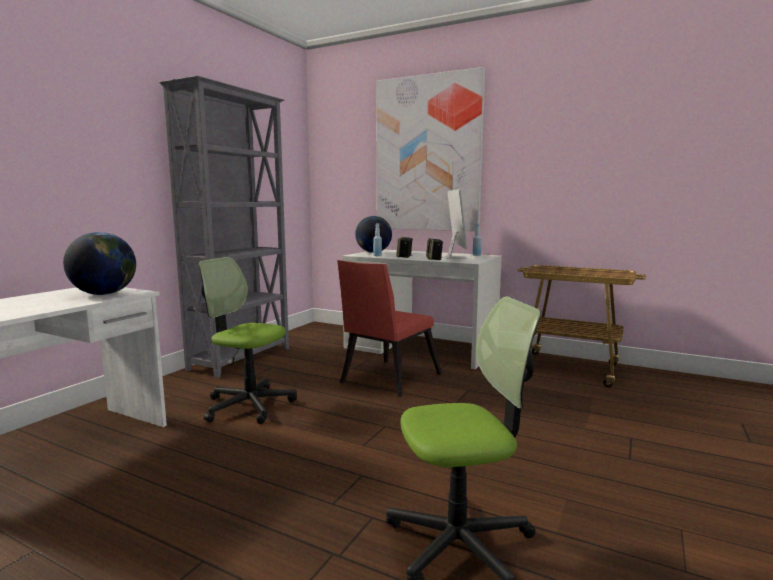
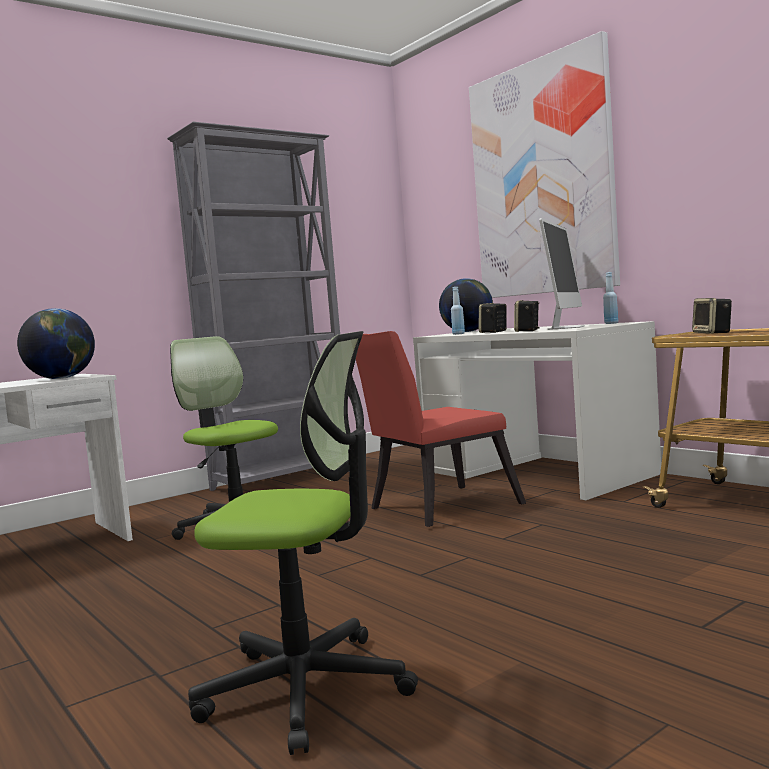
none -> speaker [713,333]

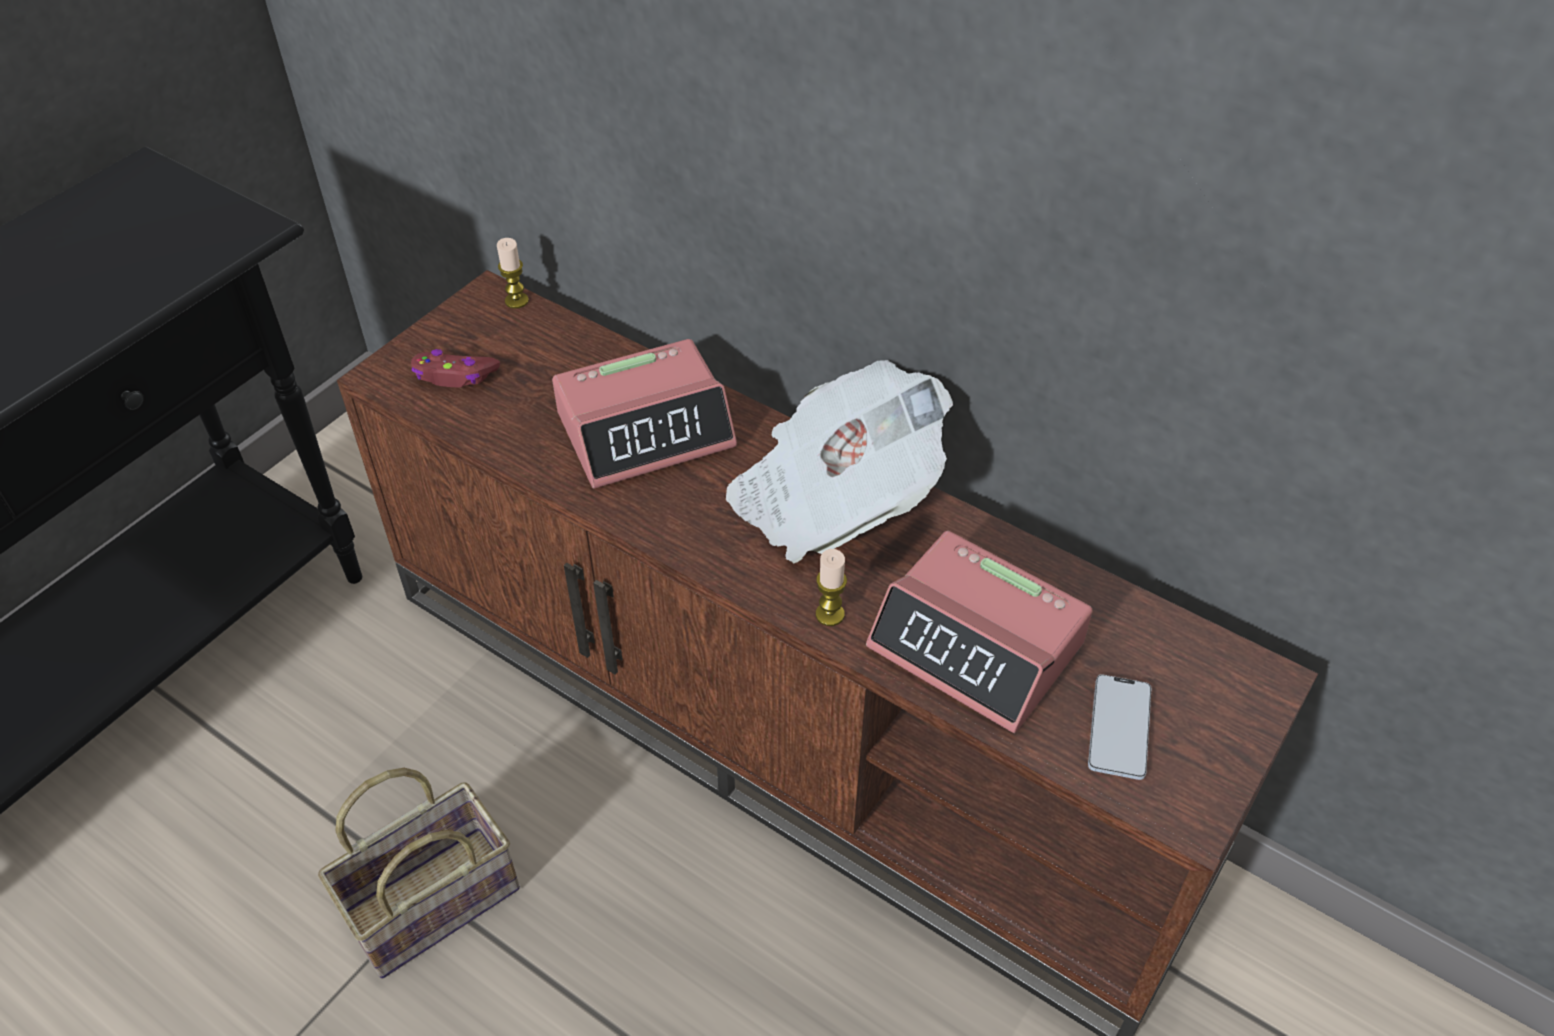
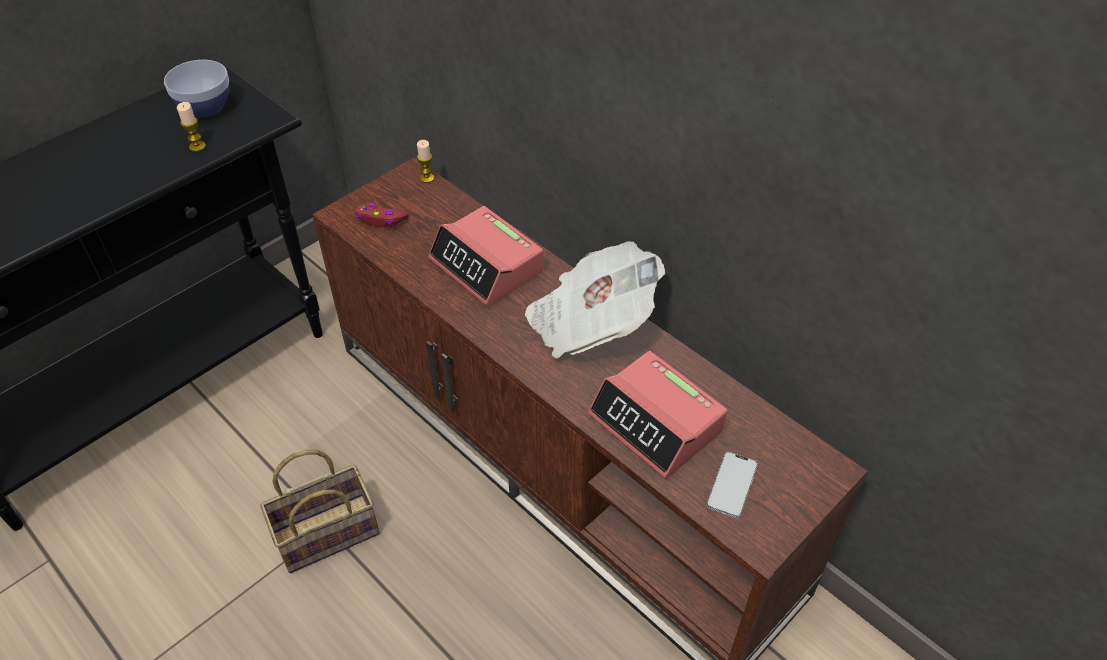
none -> bowl [205,107]
candle [830,614] -> candle [197,146], shifted
alarm clock [646,429] -> alarm clock [487,266], 60 degrees clockwise

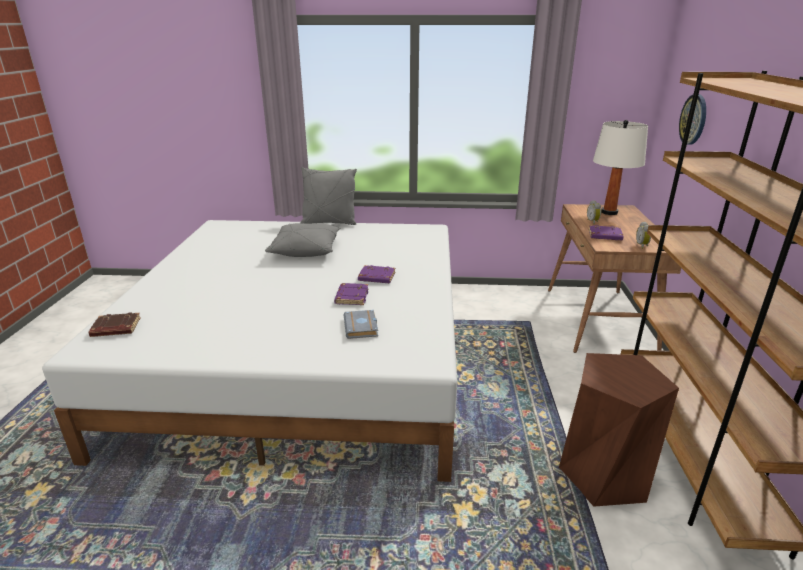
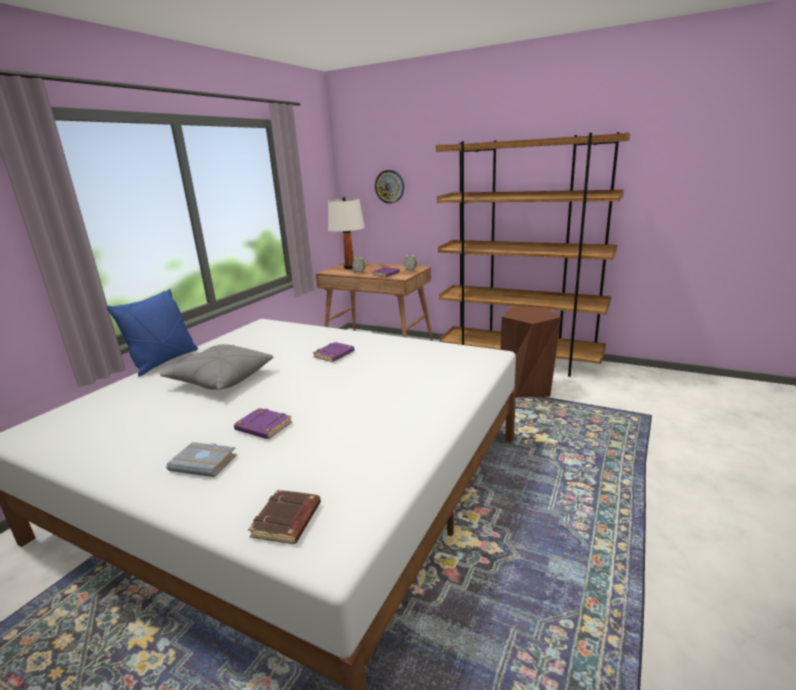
book/purple [351,297] -> book/purple [263,427], shifted
book/grey [362,328] -> book/grey [205,463], shifted
pillow/grey [329,222] -> pillow/blue [164,361]

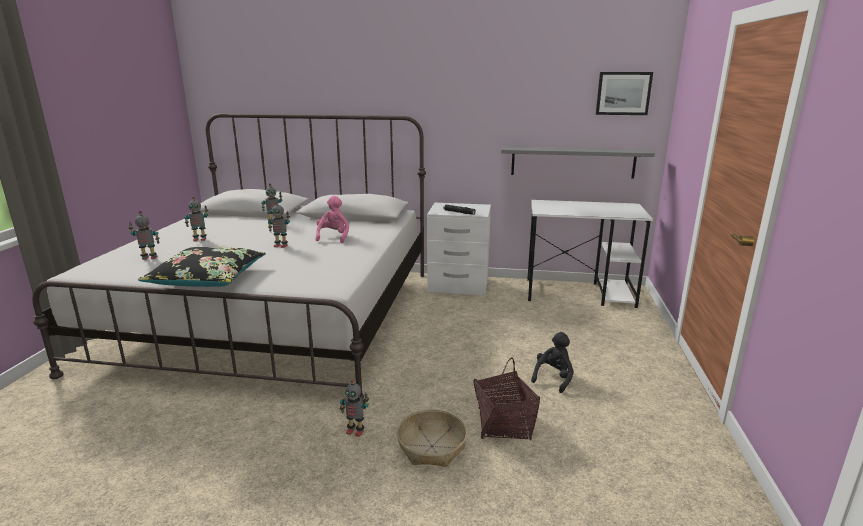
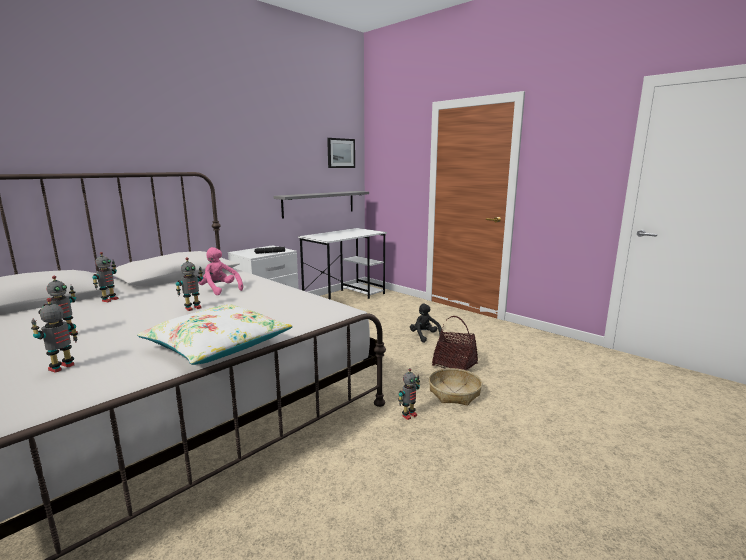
pillow/black [208,278] -> pillow/white [217,346]

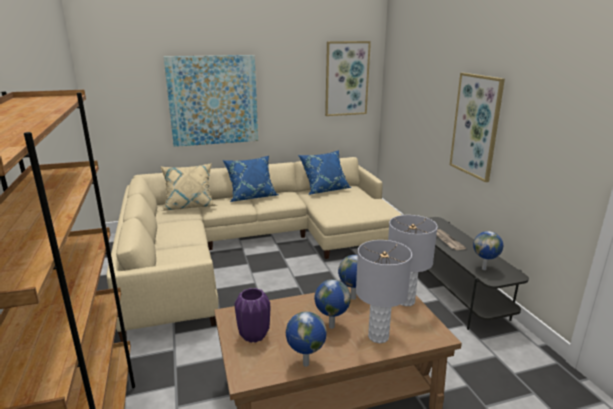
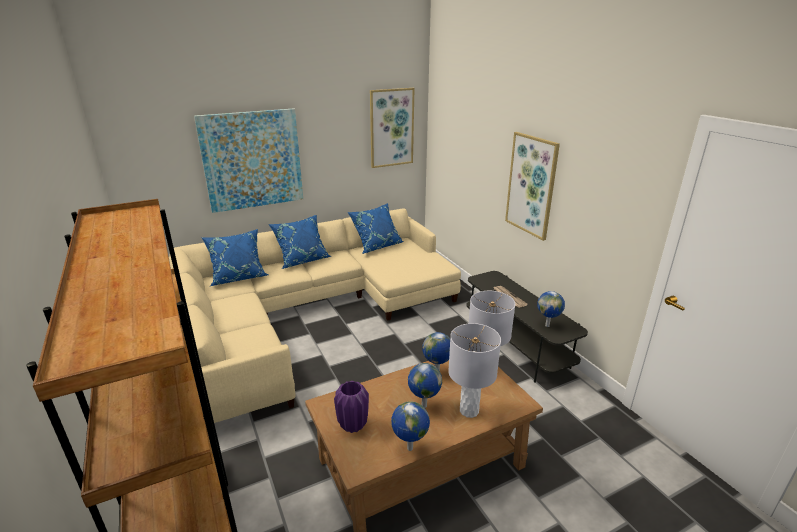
pillow/beige [190,206] -> pillow/blue [238,277]

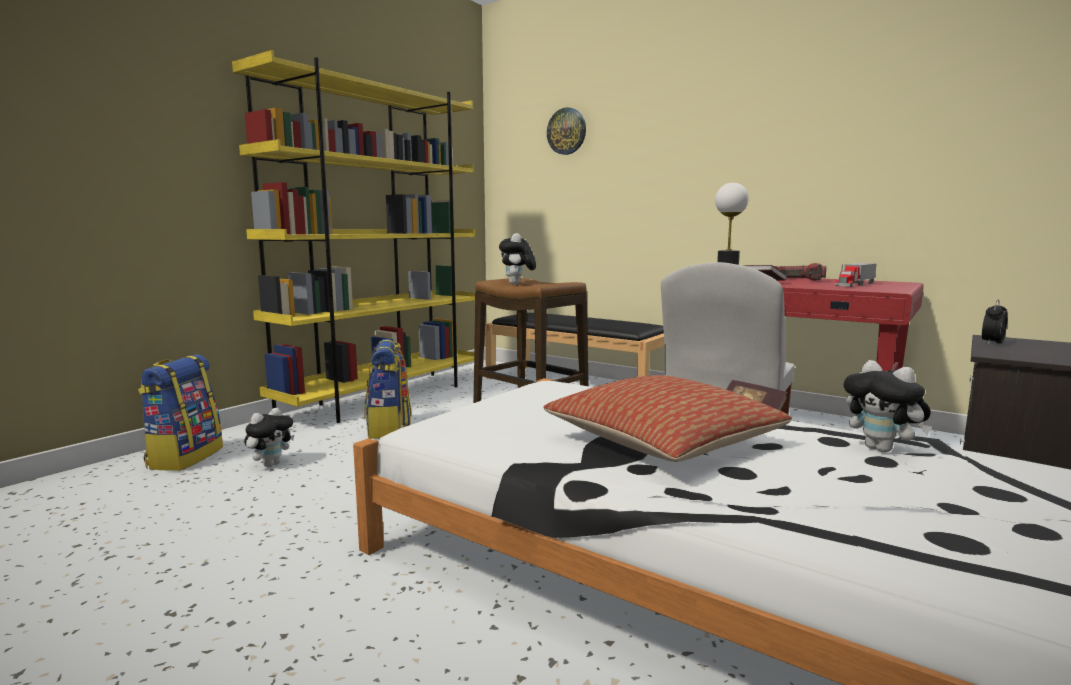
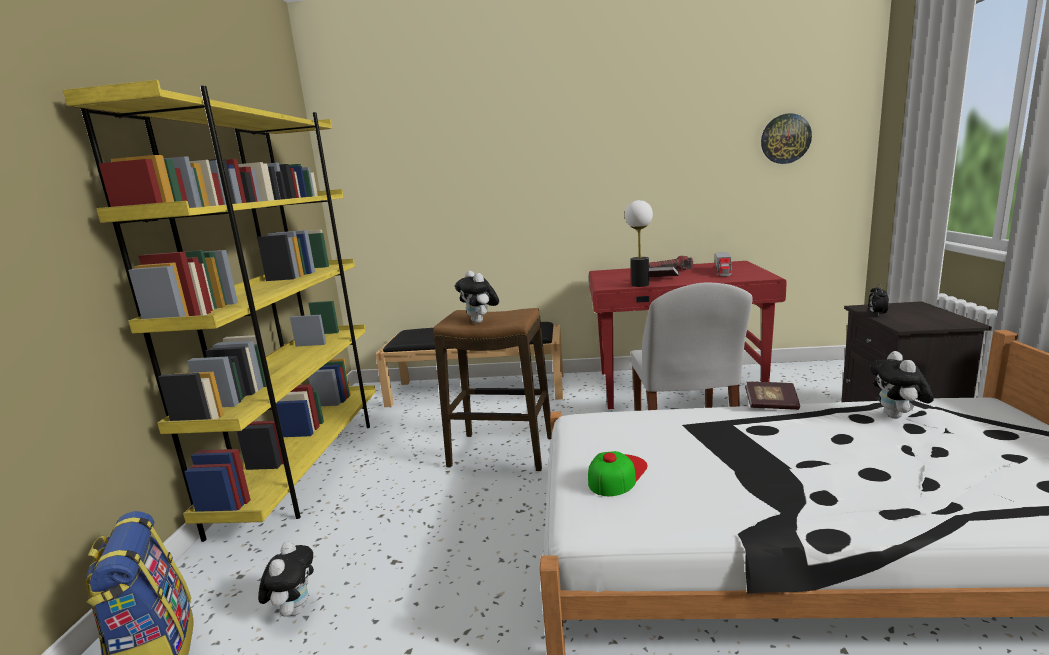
backpack [389,429] -> none
pillow [663,443] -> none
none -> cap [617,474]
wall clock [566,131] -> wall clock [785,139], shifted
plush toy [882,449] -> plush toy [897,417], 75 degrees clockwise

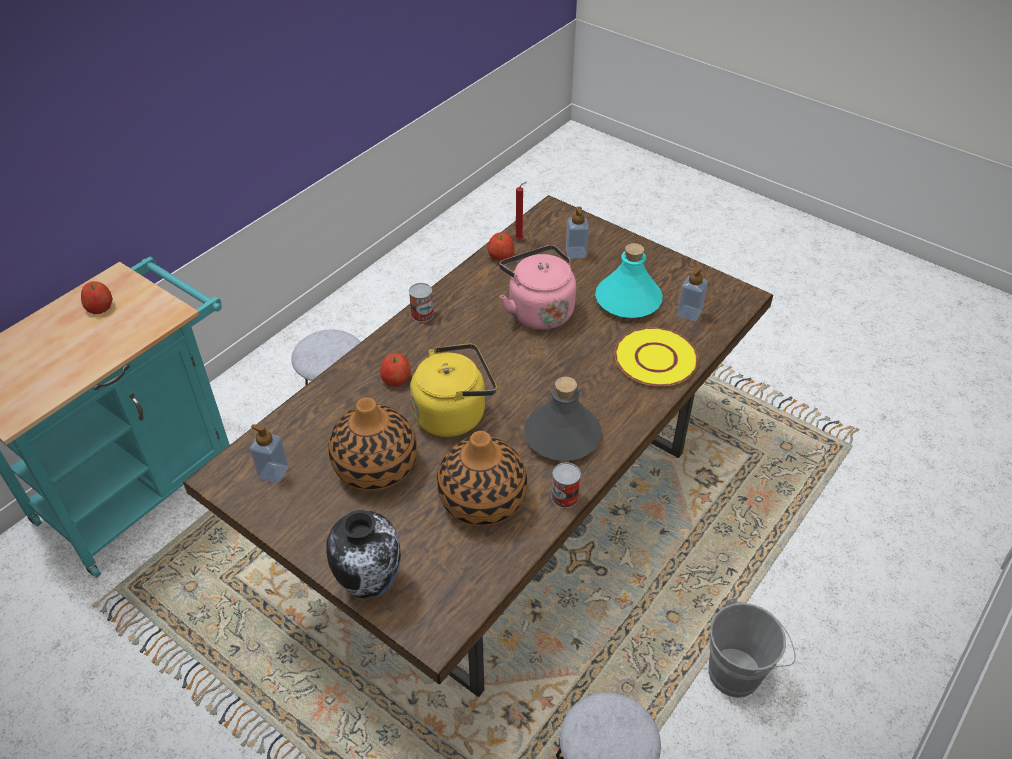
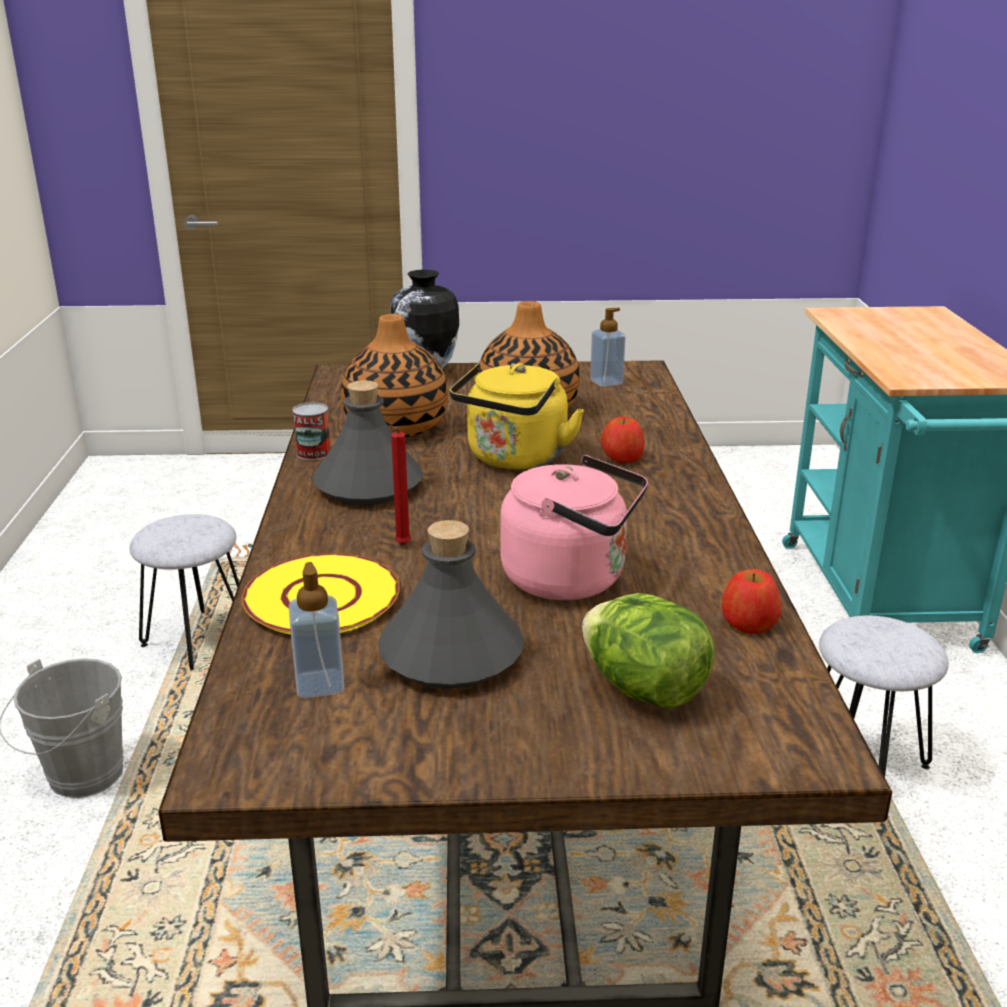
apple [100,307] -> none
can [422,314] -> none
candle/red [520,240] -> candle/red [401,546], shifted
soap dispenser [576,253] -> lettuce [644,689]
bottle/turquoise [628,300] -> bottle/grey [451,655]

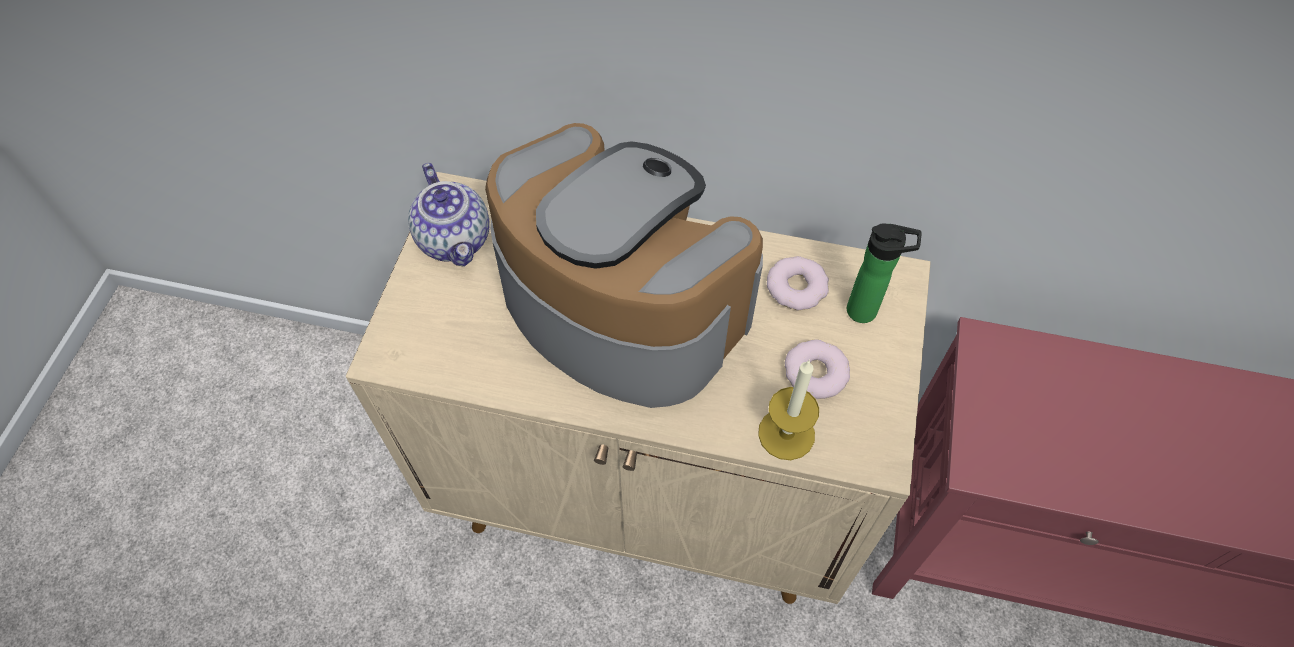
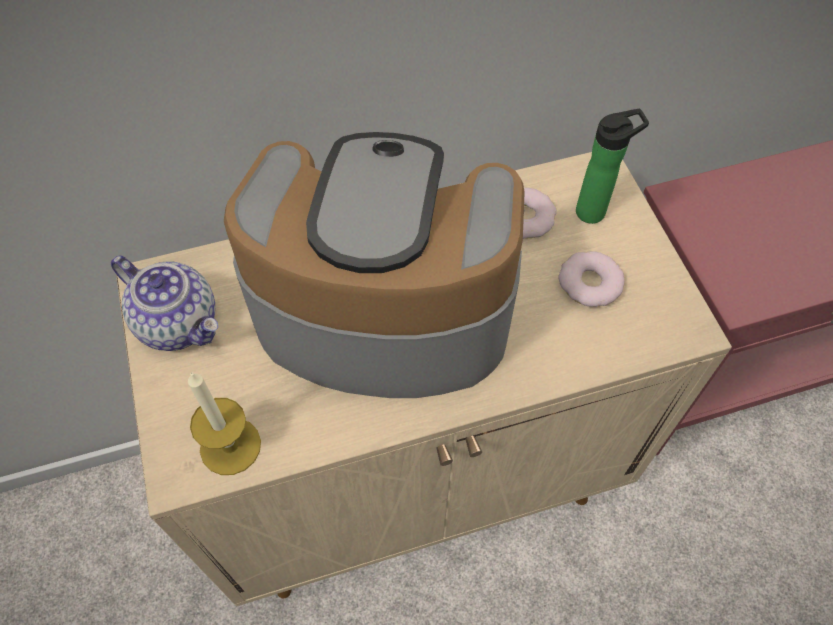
candle [786,433] -> candle [230,446], shifted

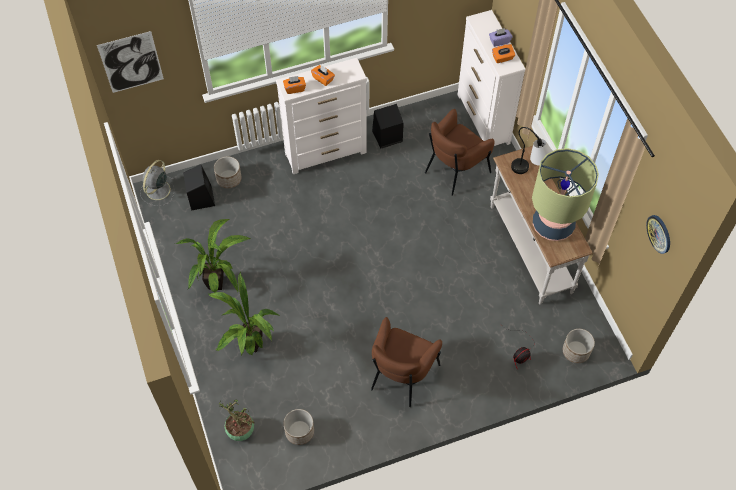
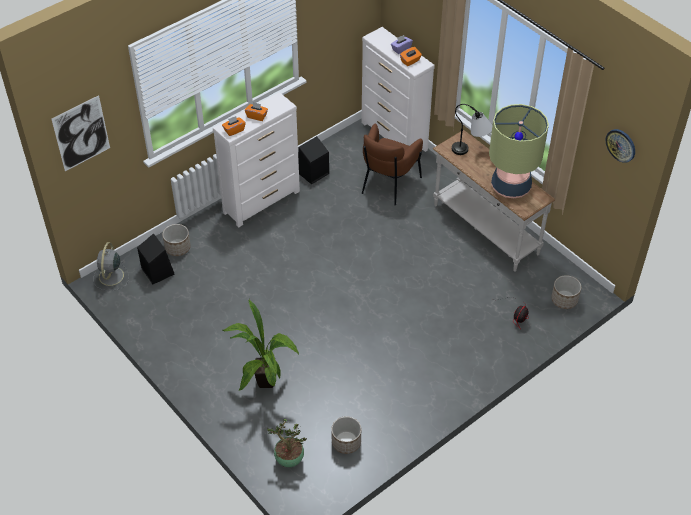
potted plant [219,284] -> none
armchair/brown [401,375] -> none

